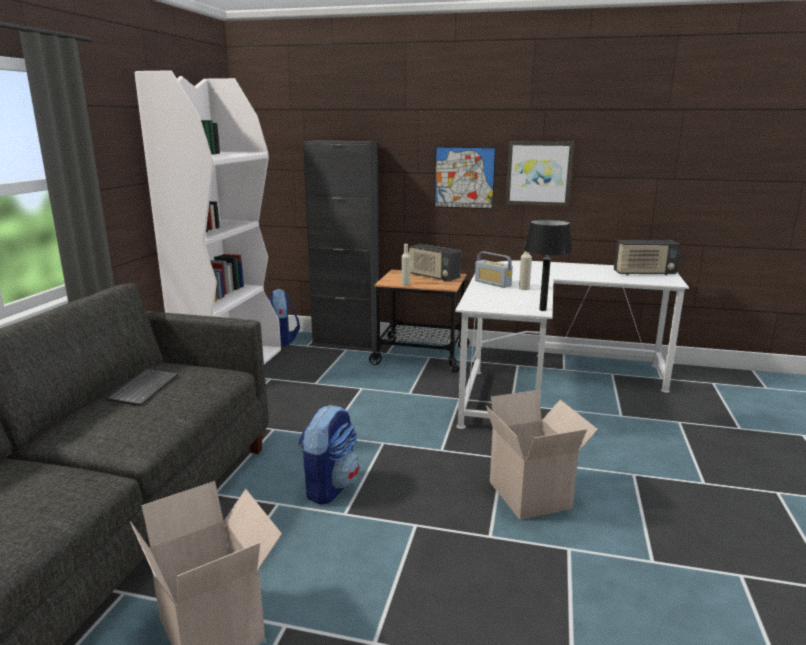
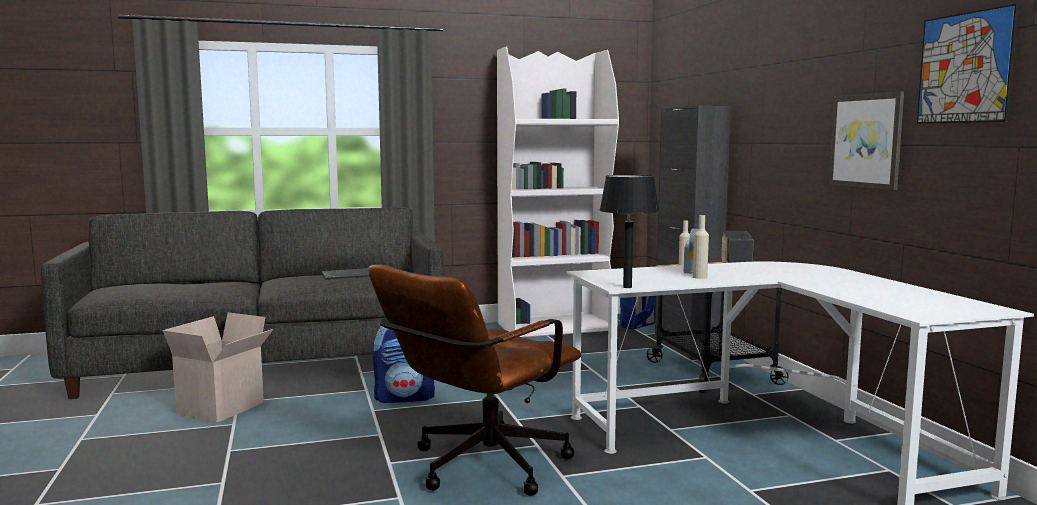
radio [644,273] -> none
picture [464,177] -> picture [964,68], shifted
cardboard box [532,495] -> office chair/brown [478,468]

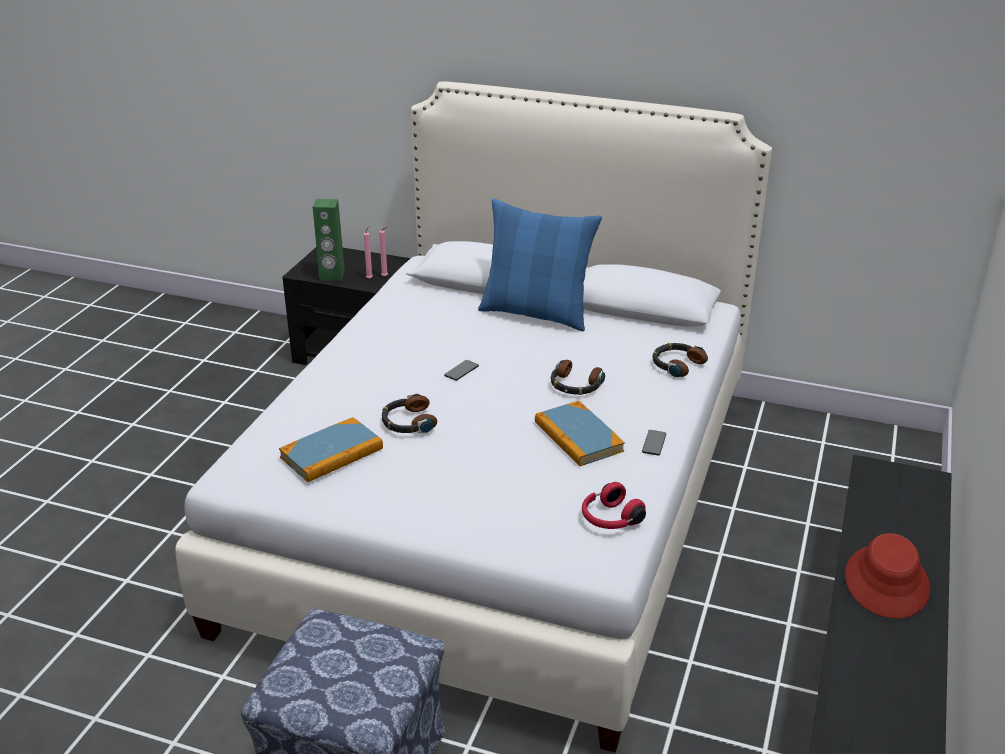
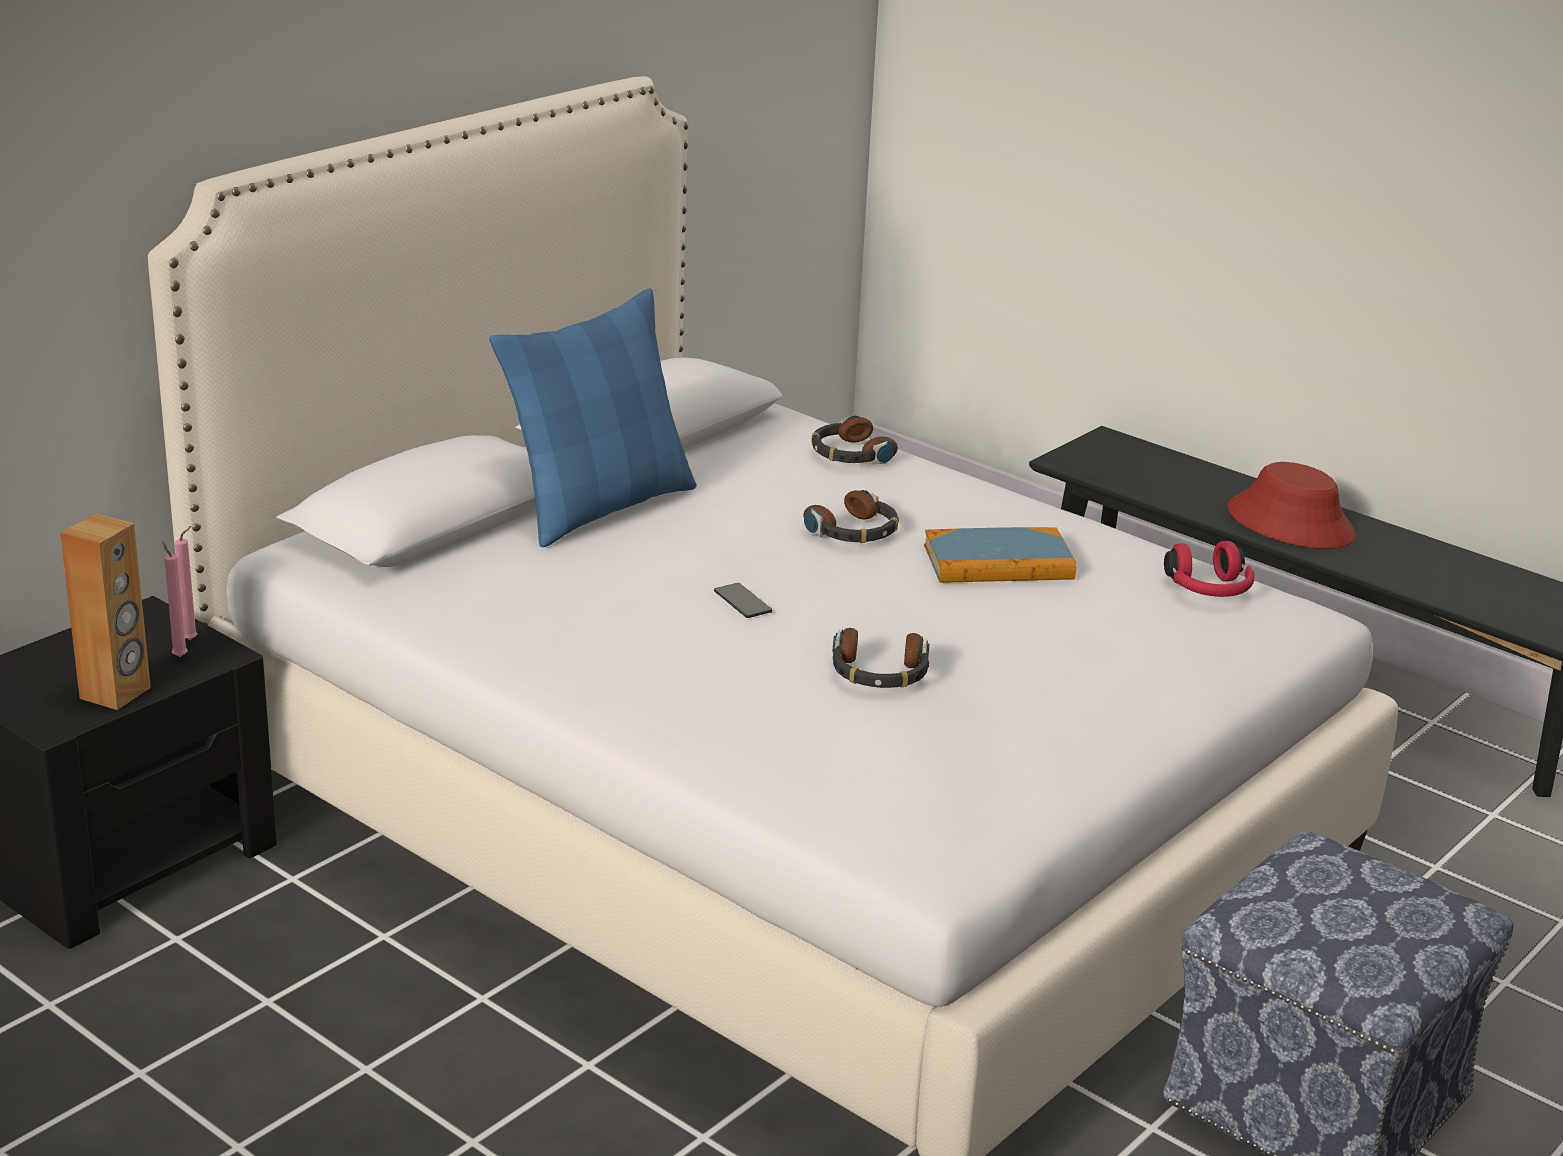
book [332,453] -> none
phone [654,443] -> none
speaker/green [332,276] -> speaker/brown [116,693]

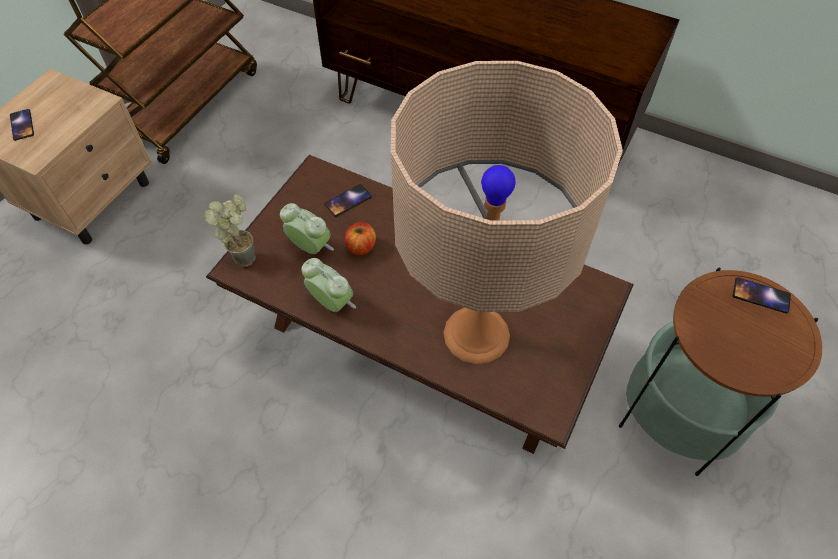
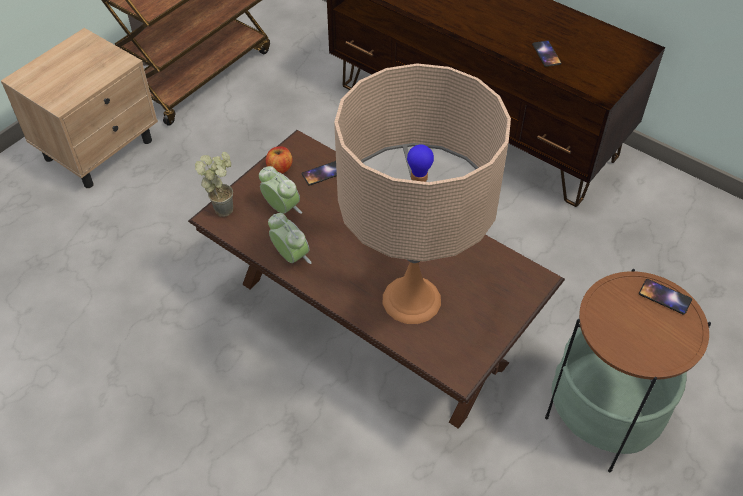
phone [22,125] -> phone [546,54], shifted
apple [361,247] -> apple [279,168], shifted

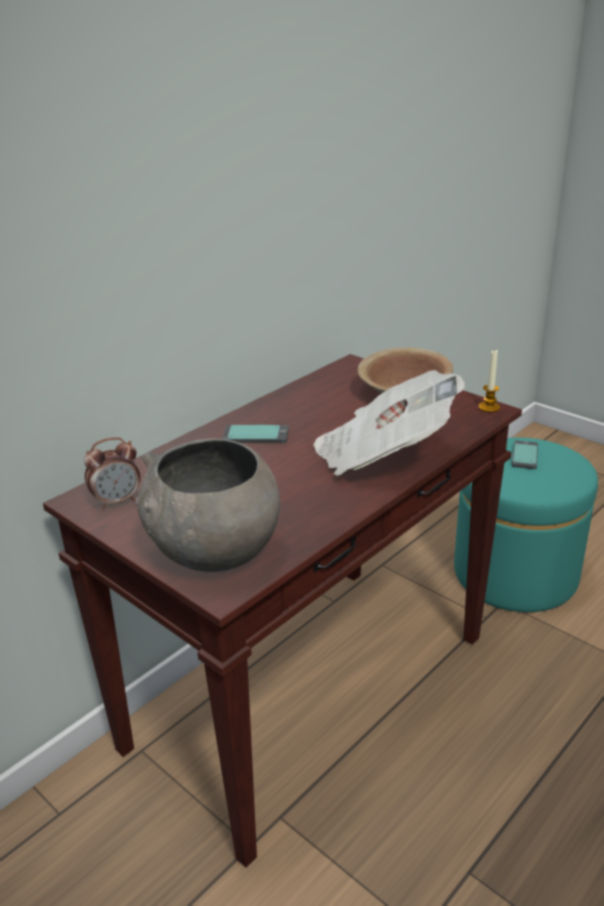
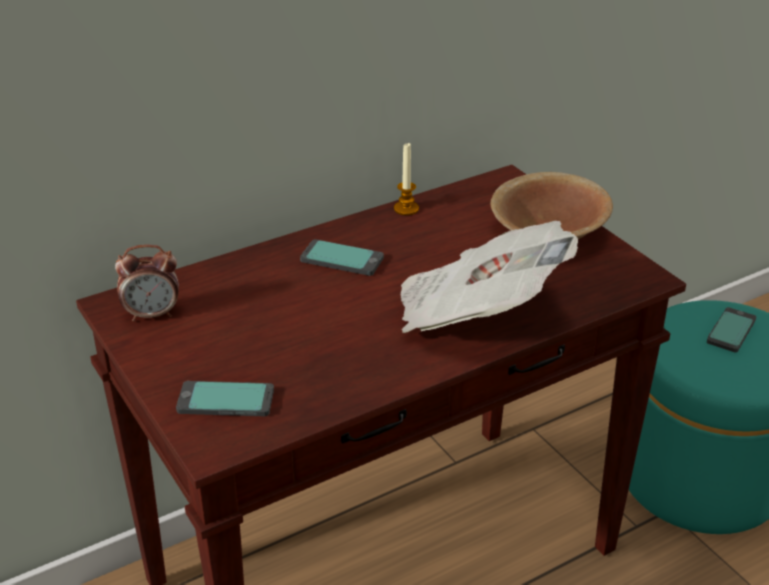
candle [489,407] -> candle [406,209], shifted
bowl/grey [214,553] -> phone [225,401]

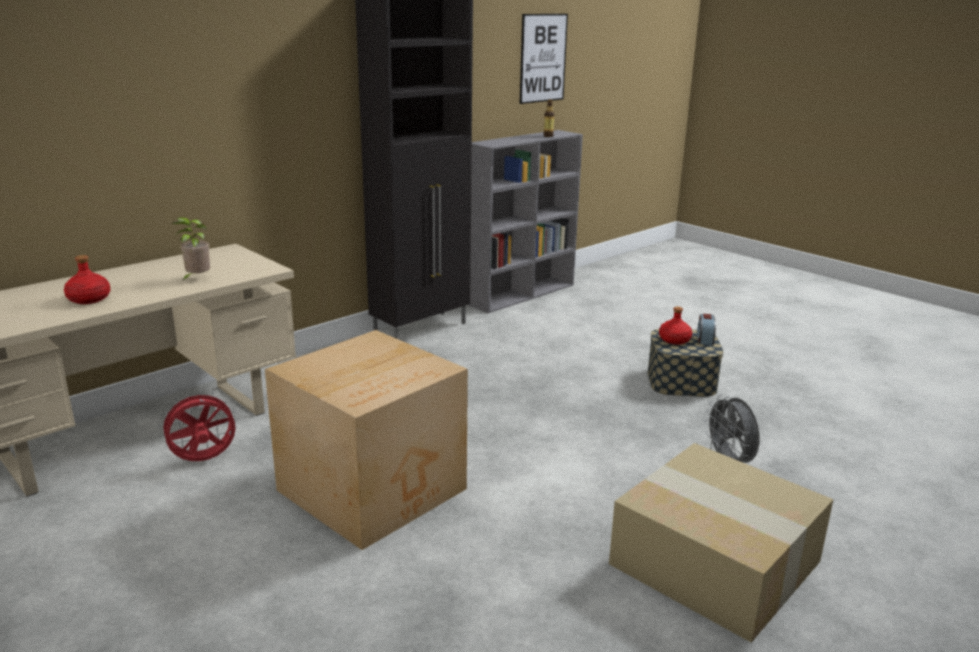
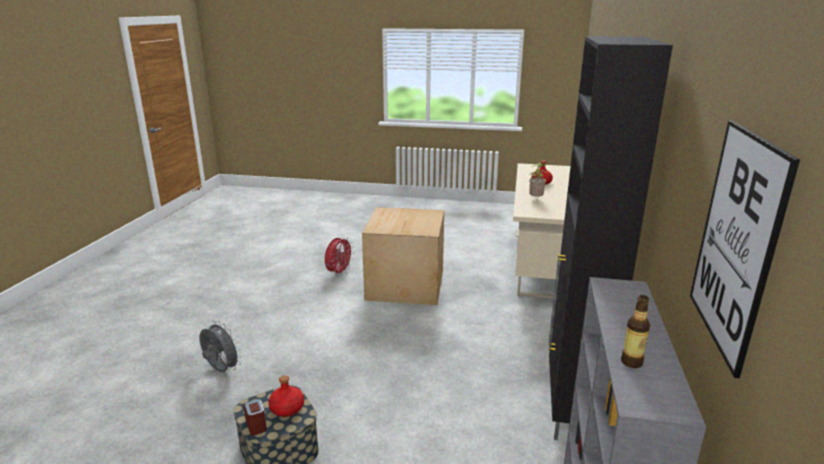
cardboard box [711,562] -> none
fan/red [203,460] -> fan/red [339,272], shifted

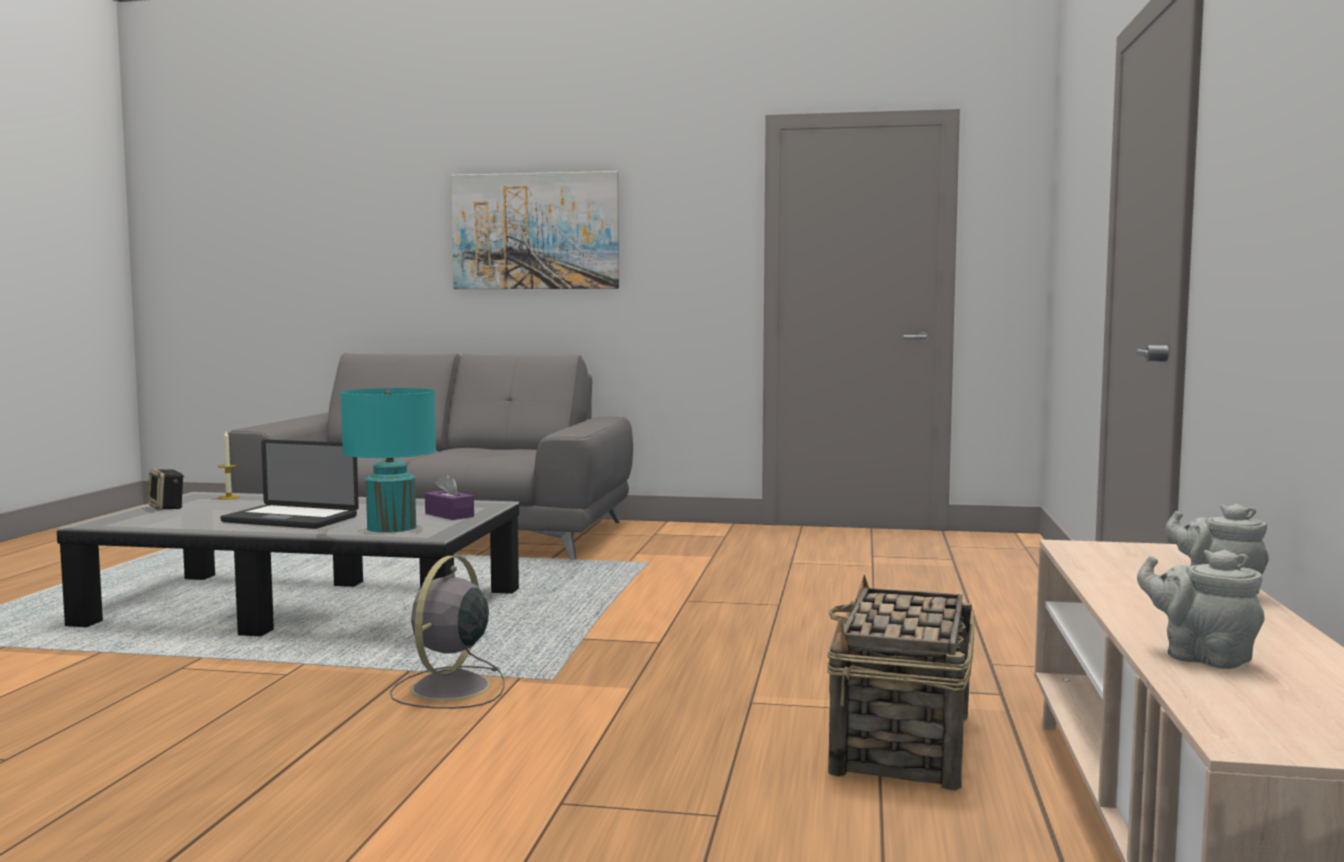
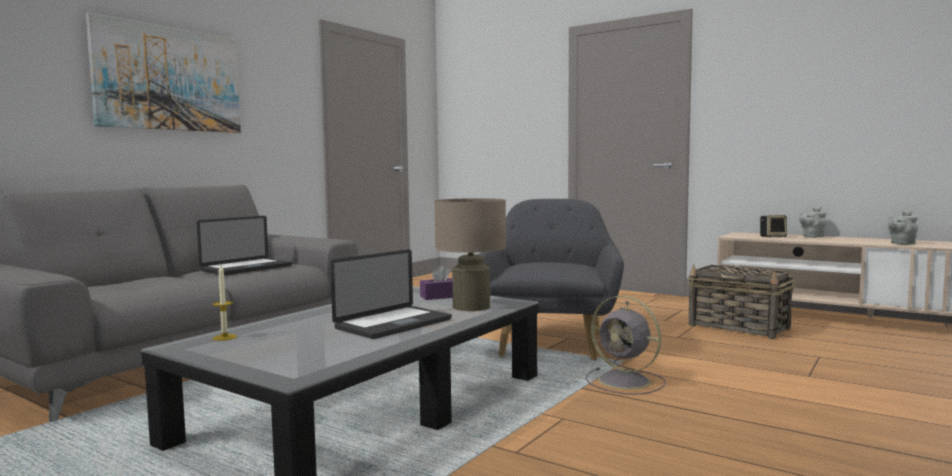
none -> laptop [247,268]
none -> armchair/grey [551,342]
speaker [167,507] -> speaker [773,237], shifted
table lamp/turquoise [392,527] -> table lamp/beige [471,307]

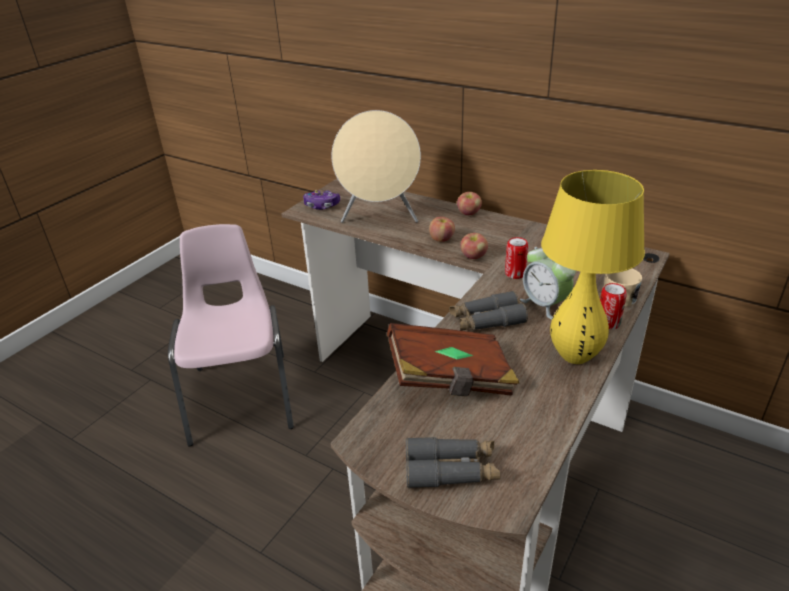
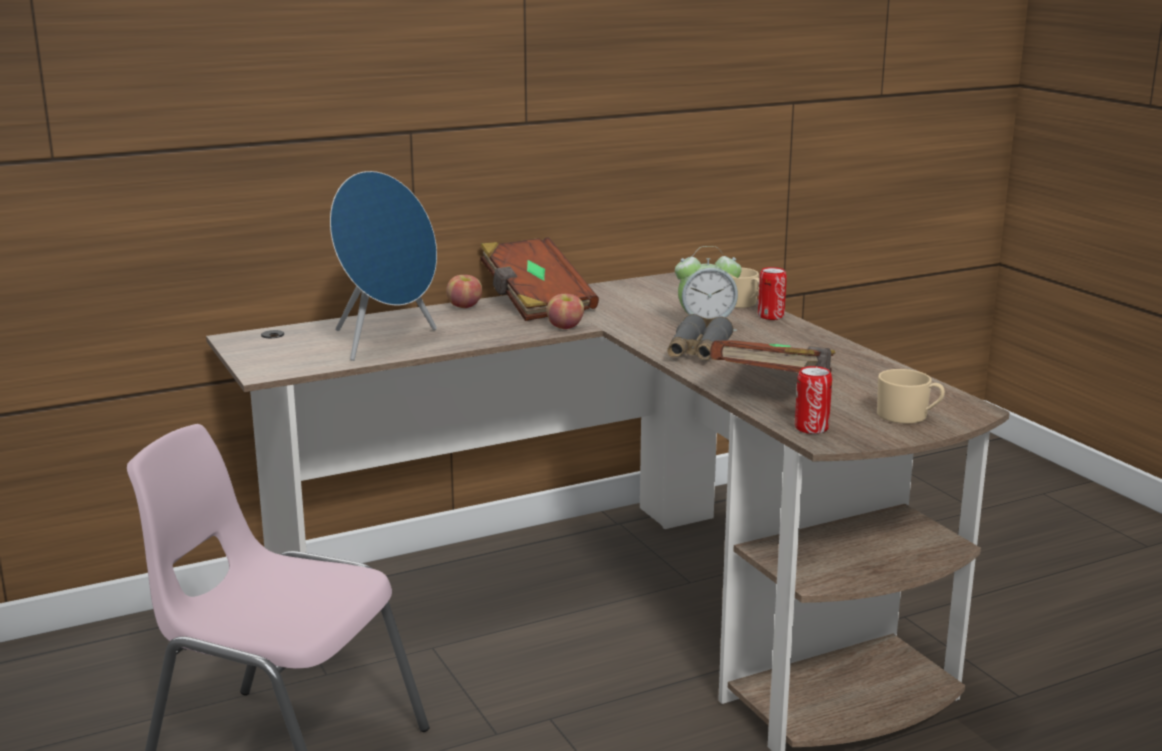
game controller [321,206] -> none
apple [441,239] -> none
table lamp/yellow [574,356] -> none
none -> book/brown [535,302]
can [515,274] -> can [811,428], shifted
binoculars/grey [451,470] -> mug/beige [908,416]
speaker/beige [380,218] -> speaker/blue [385,342]

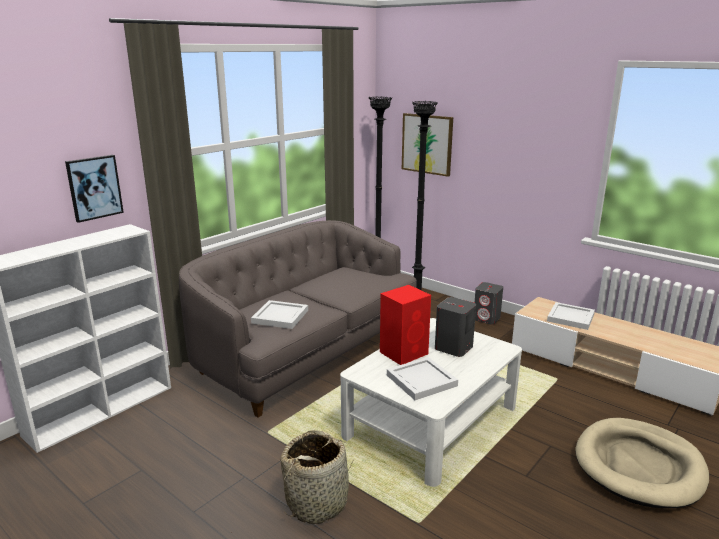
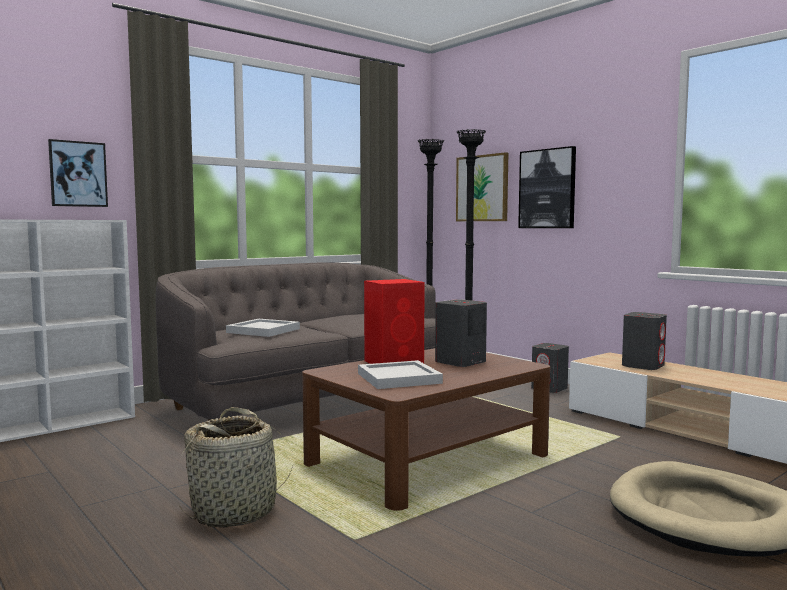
none -> picture [547,189]
tray/white [570,317] -> speaker/grey [643,366]
coffee table/white [431,421] -> coffee table/brown [428,459]

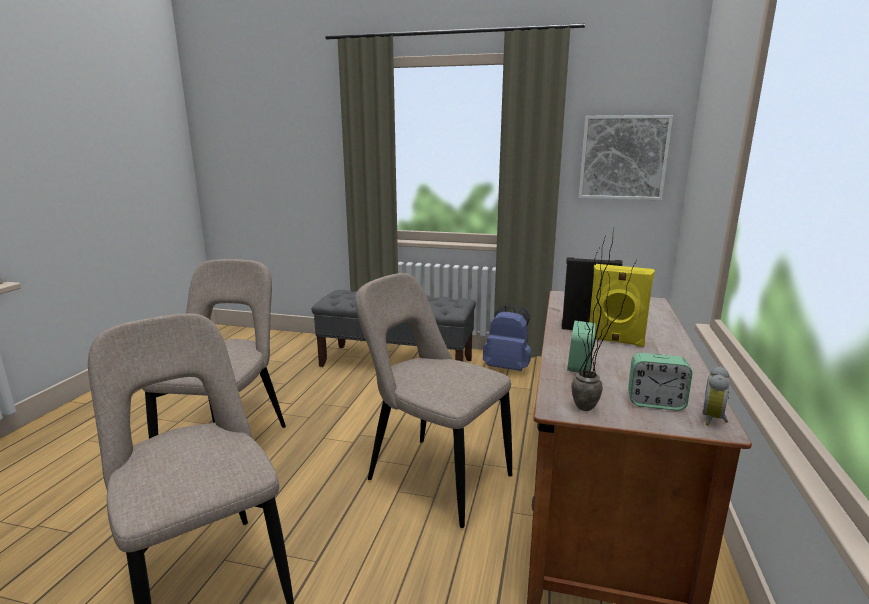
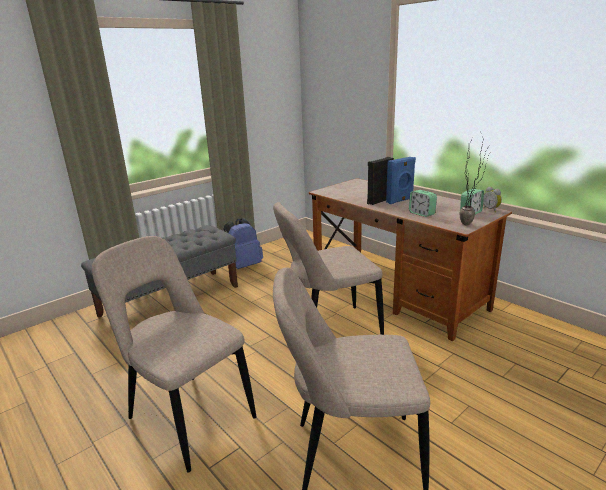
picture [623,158] -> none
speaker/yellow [615,341] -> speaker/blue [400,200]

